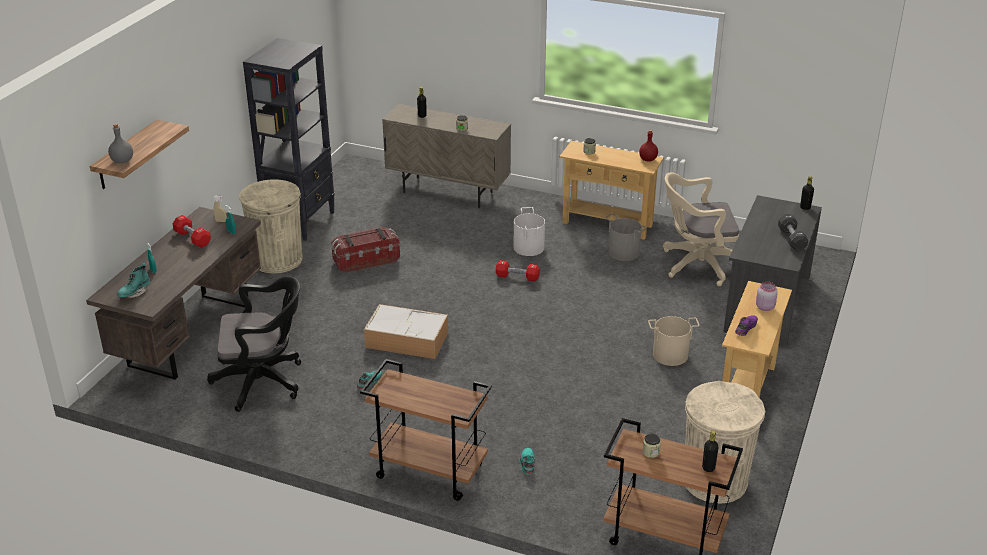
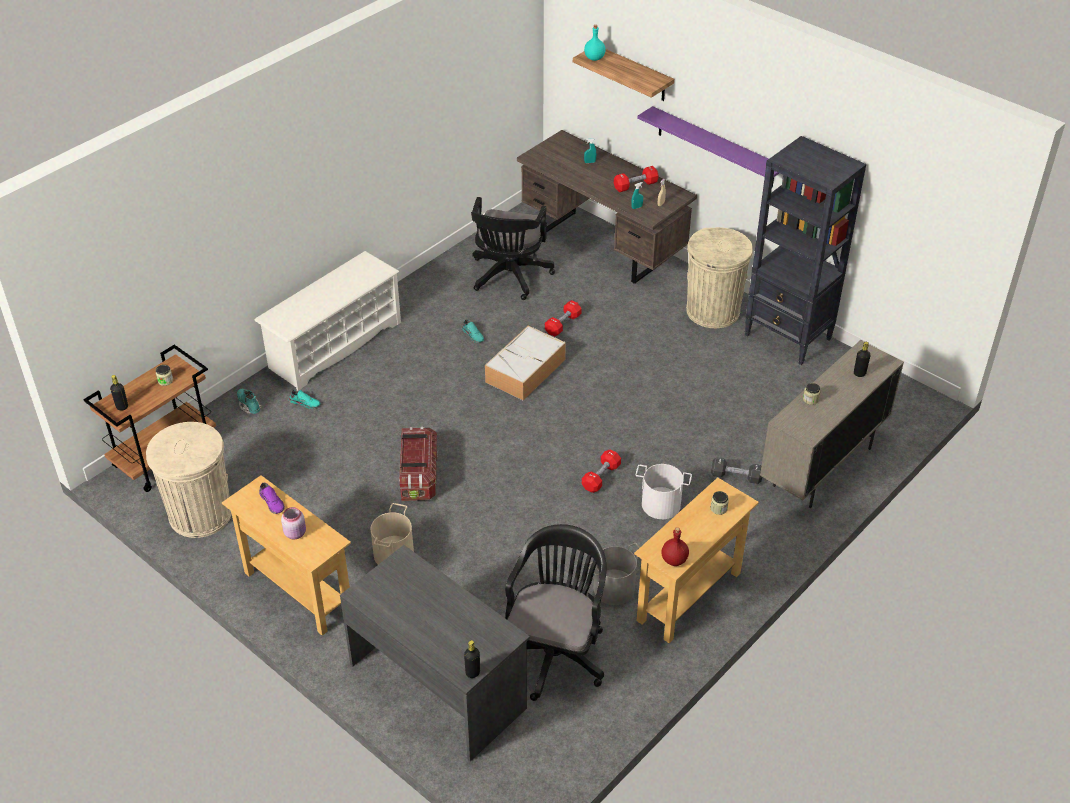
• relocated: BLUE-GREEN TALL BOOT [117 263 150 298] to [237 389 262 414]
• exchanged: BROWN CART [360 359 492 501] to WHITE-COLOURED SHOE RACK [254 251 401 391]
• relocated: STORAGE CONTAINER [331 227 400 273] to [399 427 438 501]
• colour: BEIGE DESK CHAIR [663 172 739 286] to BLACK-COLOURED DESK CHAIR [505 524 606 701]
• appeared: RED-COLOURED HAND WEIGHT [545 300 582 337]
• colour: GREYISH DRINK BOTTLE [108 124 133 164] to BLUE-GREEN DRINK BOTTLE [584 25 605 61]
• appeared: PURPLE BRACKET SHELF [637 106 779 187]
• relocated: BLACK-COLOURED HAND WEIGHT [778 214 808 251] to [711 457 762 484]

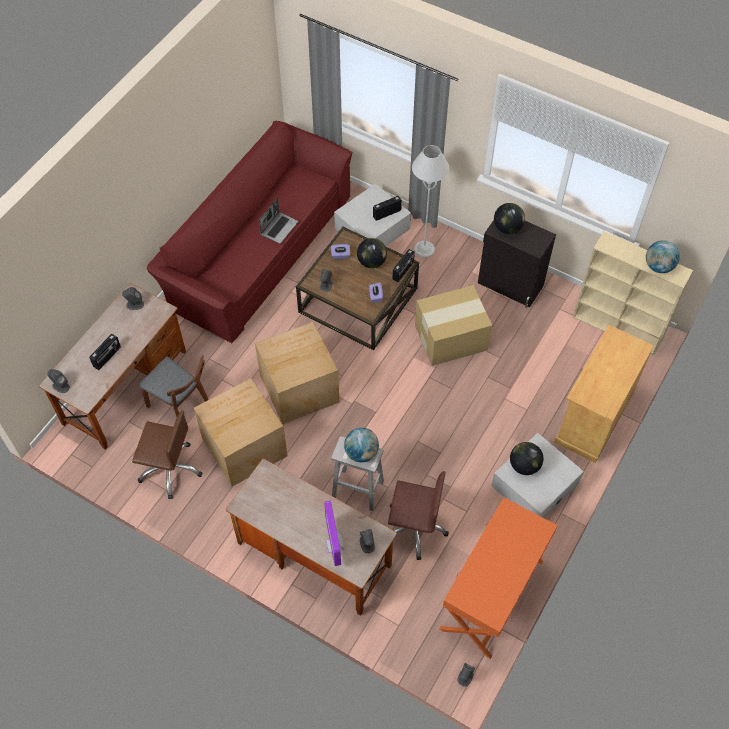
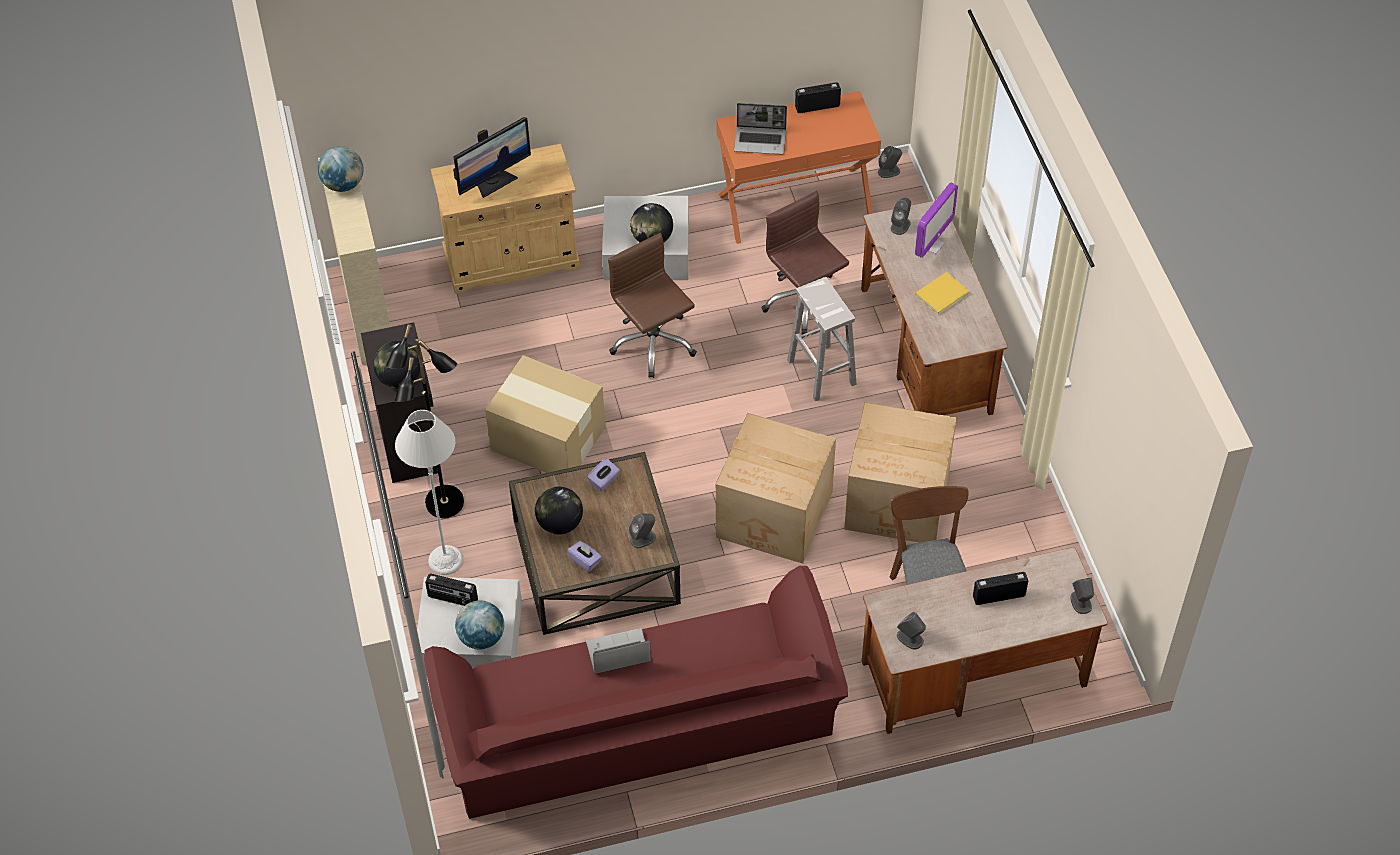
• appeared: BLACK-COLOURED STANDING LAMP [386 324 464 518]
• appeared: COMPUTER DISPLAY [453 117 531 198]
• relocated: GLOBE [344 428 379 462] to [455 600 504 649]
• relocated: BROWN DESK CHAIR [132 410 202 499] to [608 233 697 378]
• appeared: PORTABLE COMPUTER [734 103 787 155]
• relocated: RADIO SET [393 249 415 282] to [795 82 841 113]
• appeared: YELLOW BOOK [915 272 969 315]

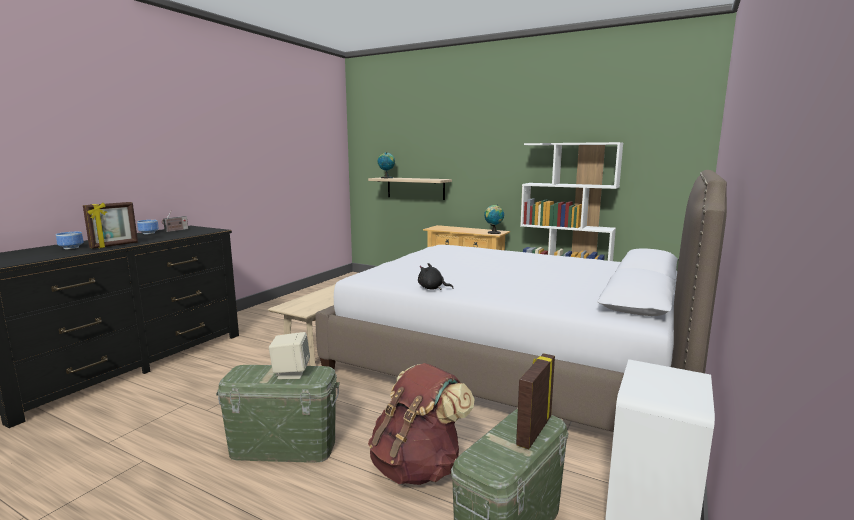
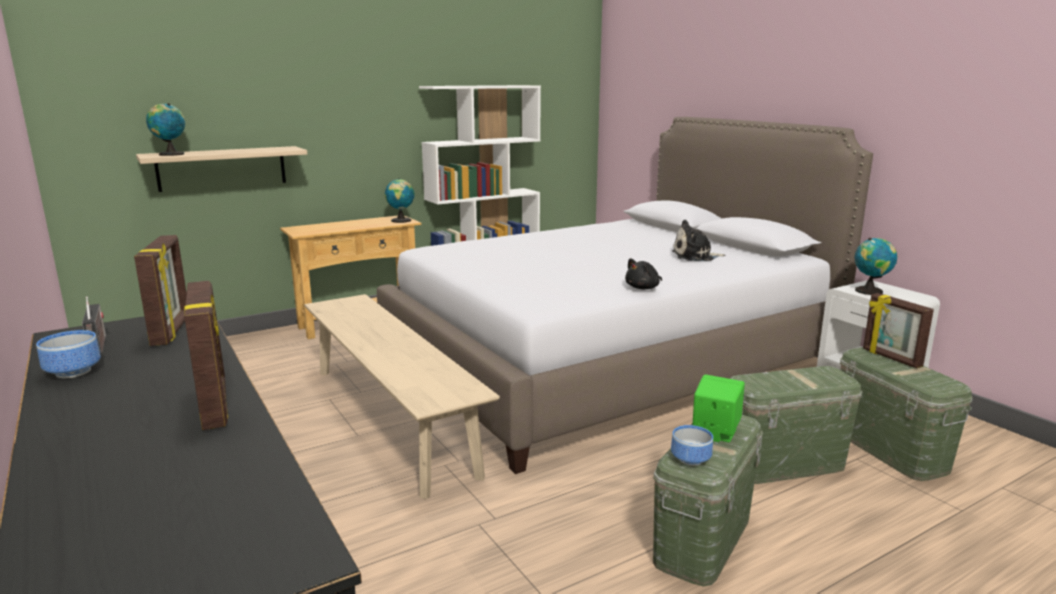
• appeared: PHOTO FRAME [134 235 187 346]
• relocated: BOWL [56 232 83 249] to [671 425 713 466]
• appeared: CUDDLY TOY [672 220 725 261]
• colour: BEIGE AUDIO SPEAKER [269 332 310 379] to GREEN-COLOURED AUDIO SPEAKER [693 374 745 442]
• exchanged: BROWN KNAPSACK [368 363 475 485] to GREEN-COLOURED STORAGE CONTAINER [730 366 862 484]
• appeared: GLOBE [854 238 897 295]

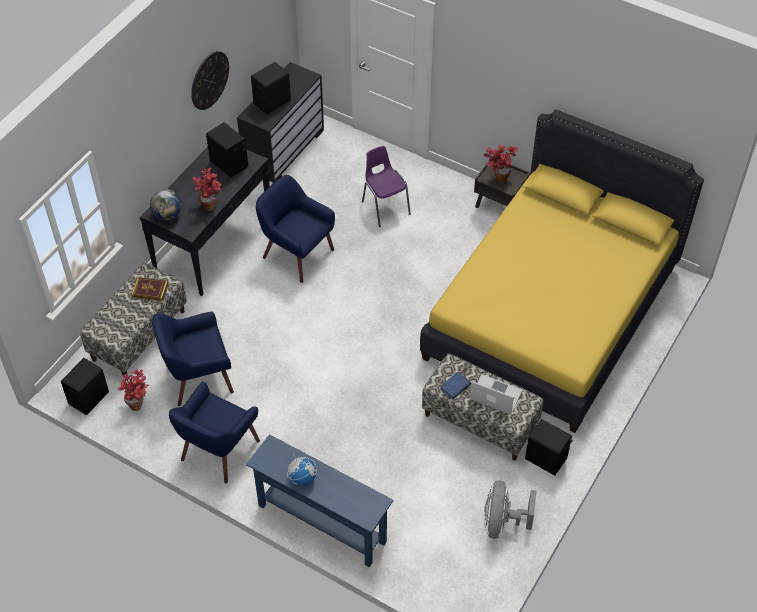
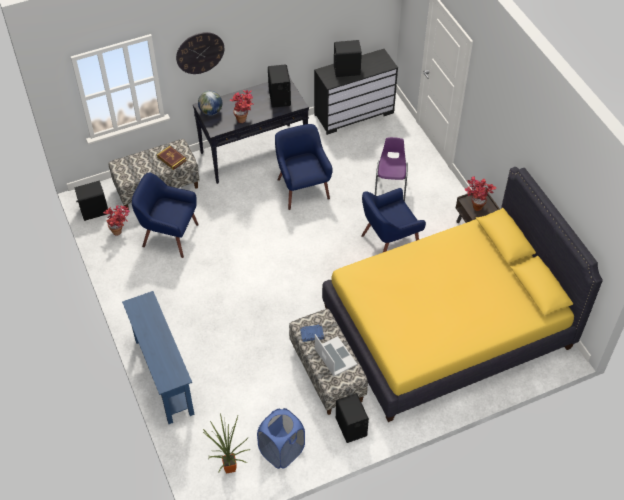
• relocated: HANGING CLOCK [191 51 229 110] to [176 32 224 74]
• appeared: PLANT IN A POT [203 413 251 473]
• exchanged: GREYISH FAN [484 481 537 539] to BLUISH LAUNDRY BASKET [257 408 305 469]
• relocated: BLUISH LOUNGE CHAIR [169 381 260 483] to [361 188 426 252]
• missing: GLOBE [287 454 317 485]

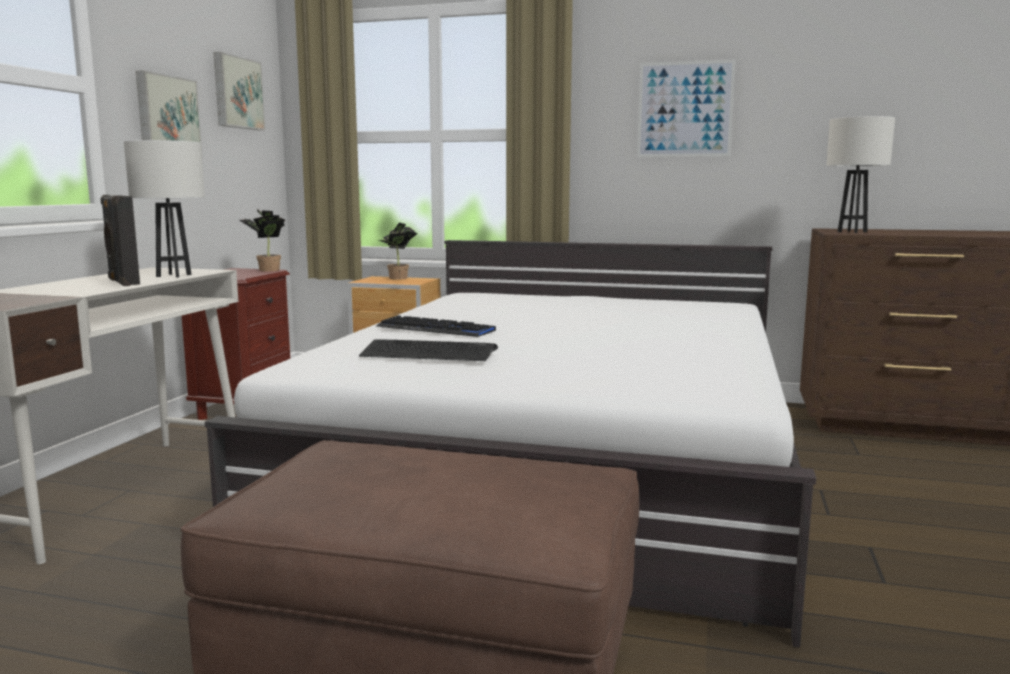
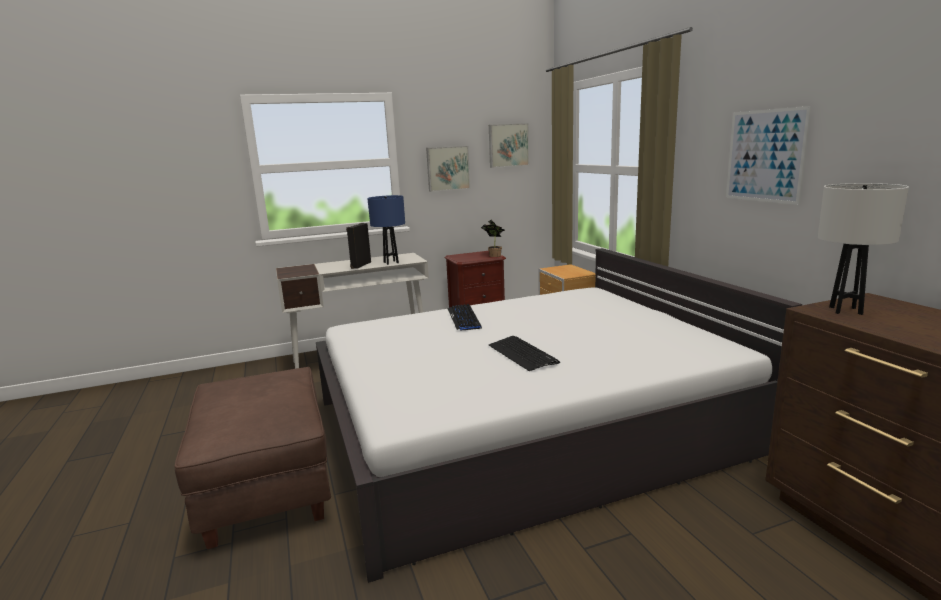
• colour: WHITE-COLOURED TABLE LAMP [124 140 205 278] to BLUISH TABLE LAMP [367 195 405 265]
• relocated: KEYBOARD [359 339 498 361] to [489 336 560 371]
• missing: PLANT IN A POT [379 223 418 279]

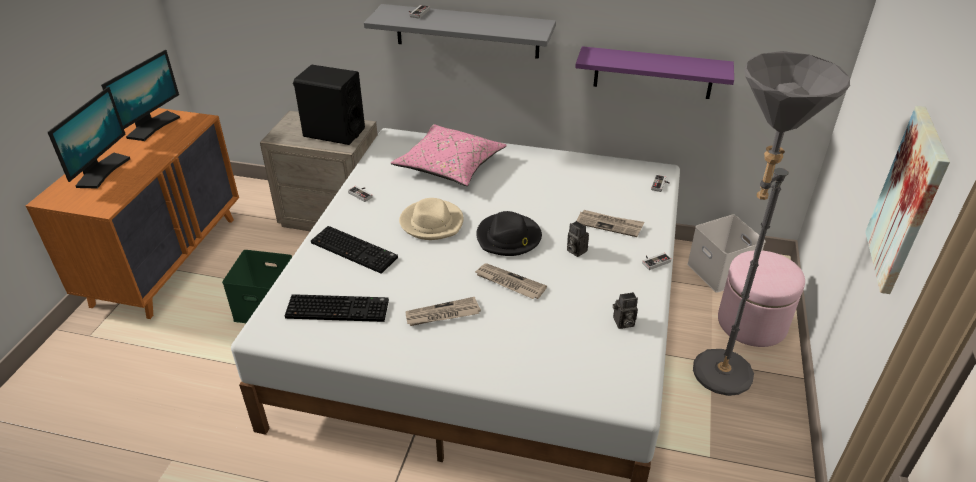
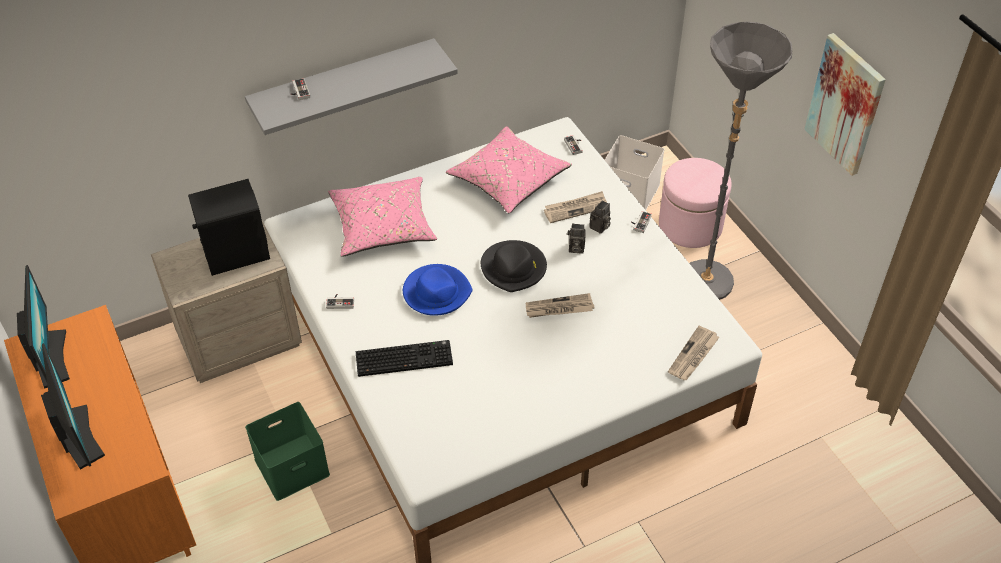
• colour: BEIGE WEARABLE HAT [399 198 464 240] to BLUISH WEARABLE HAT [403 264 473 316]
• appeared: PINKISH CUSHION [446 126 572 213]
• relocated: PHOTO CAMERA [613 292 638 329] to [589 200 611 234]
• relocated: PRINTED PAPER [406 297 481 326] to [668 325 720 380]
• missing: KEYBOARD [284 294 389 322]
• missing: PURPLE BRACKET SHELF [575 46 734 99]

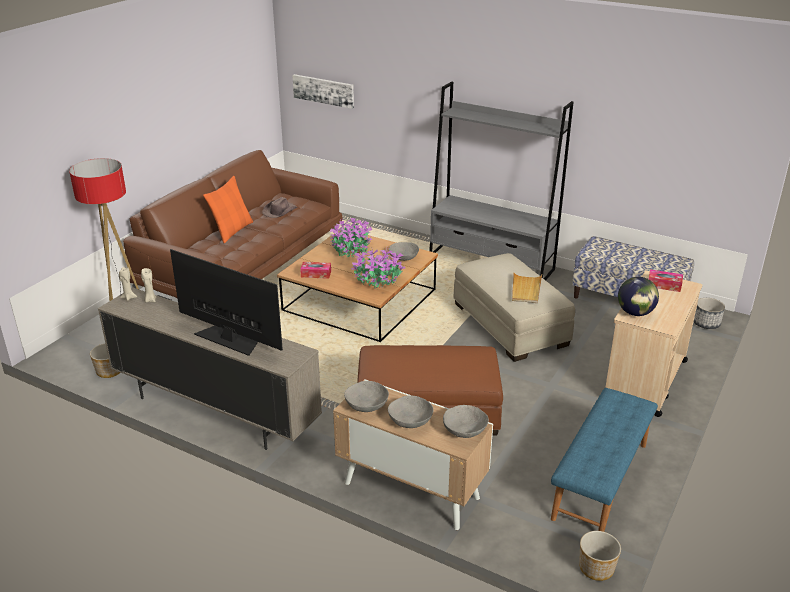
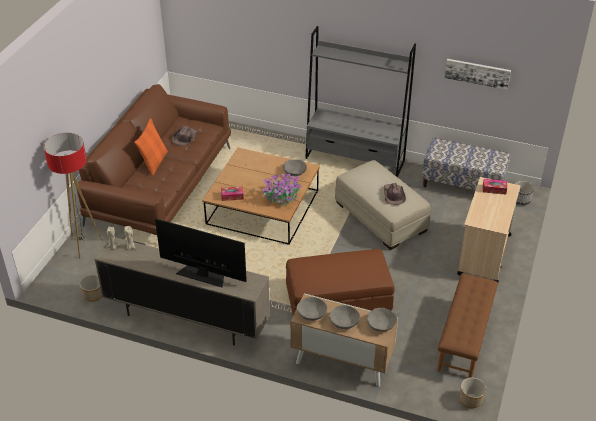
• exchanged: BEIGE TRAY [512 273 542 303] to BROWN WEARABLE HAT [384 183 406 205]
• colour: BLUISH LONG SEAT [551 388 658 532] to BROWN LONG SEAT [437 273 498 378]
• relocated: WALL ART [292 74 354 109] to [445 59 511 90]
• missing: PLANT IN A POT [330 218 372 258]
• missing: GLOBE [618 277 659 316]

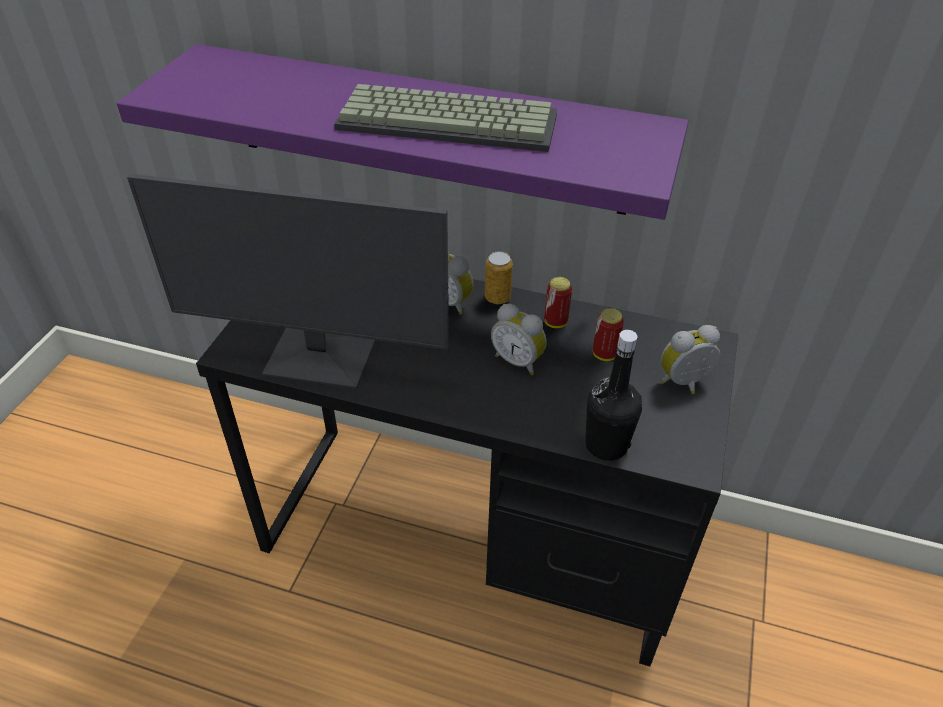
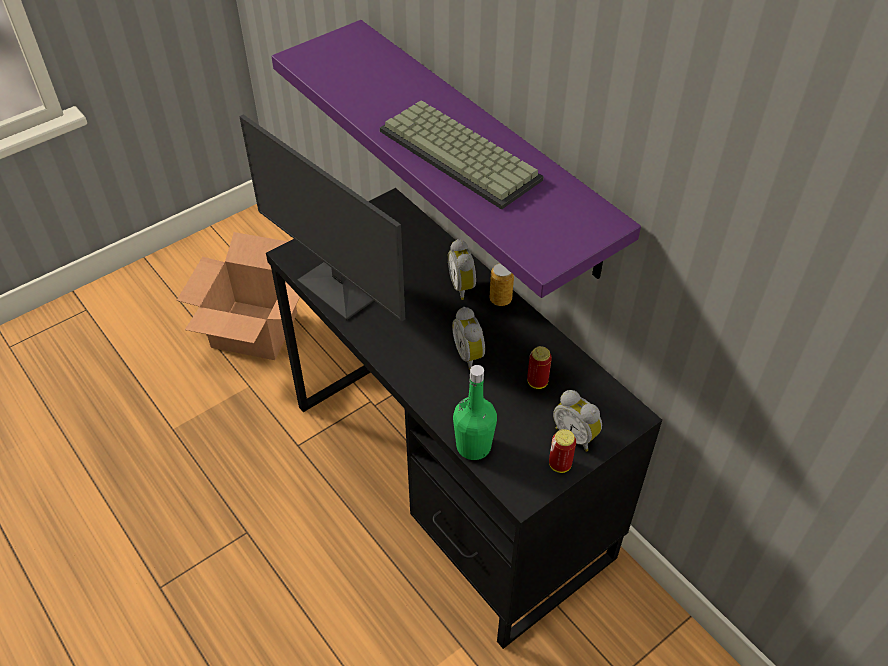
• appeared: PACKING BOX [177 232 300 360]
• colour: BLACK-COLOURED DRINK BOTTLE [585 330 642 461] to GREEN-COLOURED DRINK BOTTLE [453 365 497 460]
• relocated: CAN [544 277 572 328] to [549 429 576 473]
• spun: ALARM CLOCK [660 325 720 394] = [553 390 602 452] 150 degrees counterclockwise

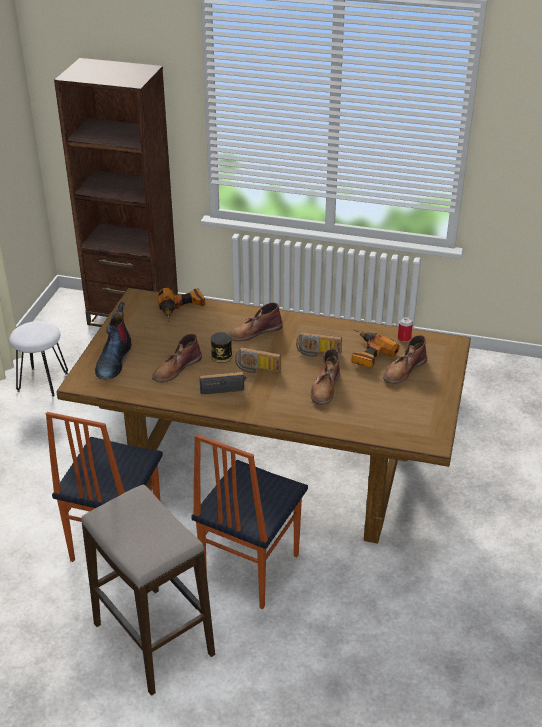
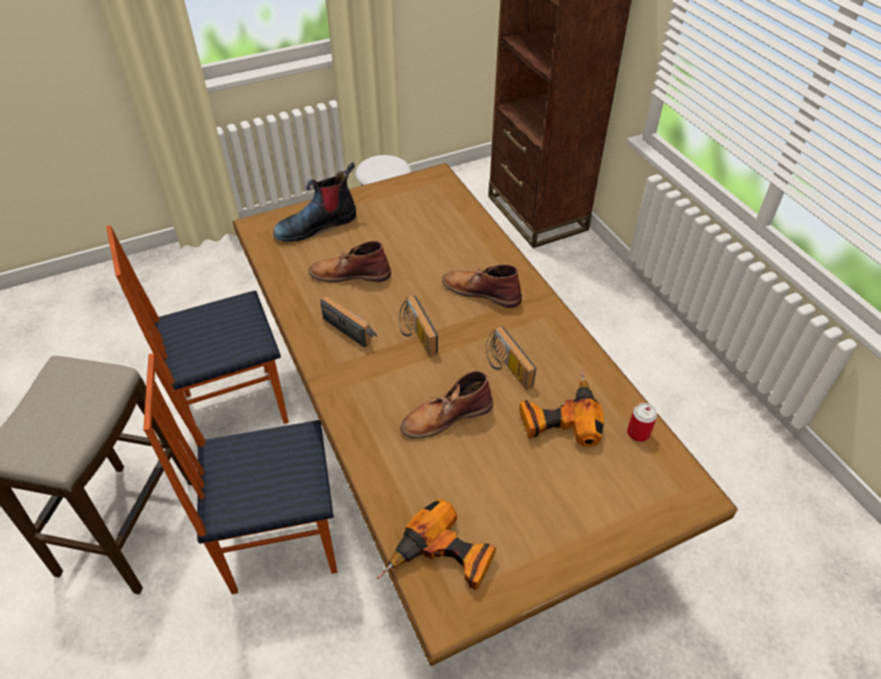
• relocated: DRILL [158 288 205 322] to [377 499 496 590]
• missing: CAN [211 332 232 363]
• missing: BROWN TALL BOOT [383 335 427 384]

